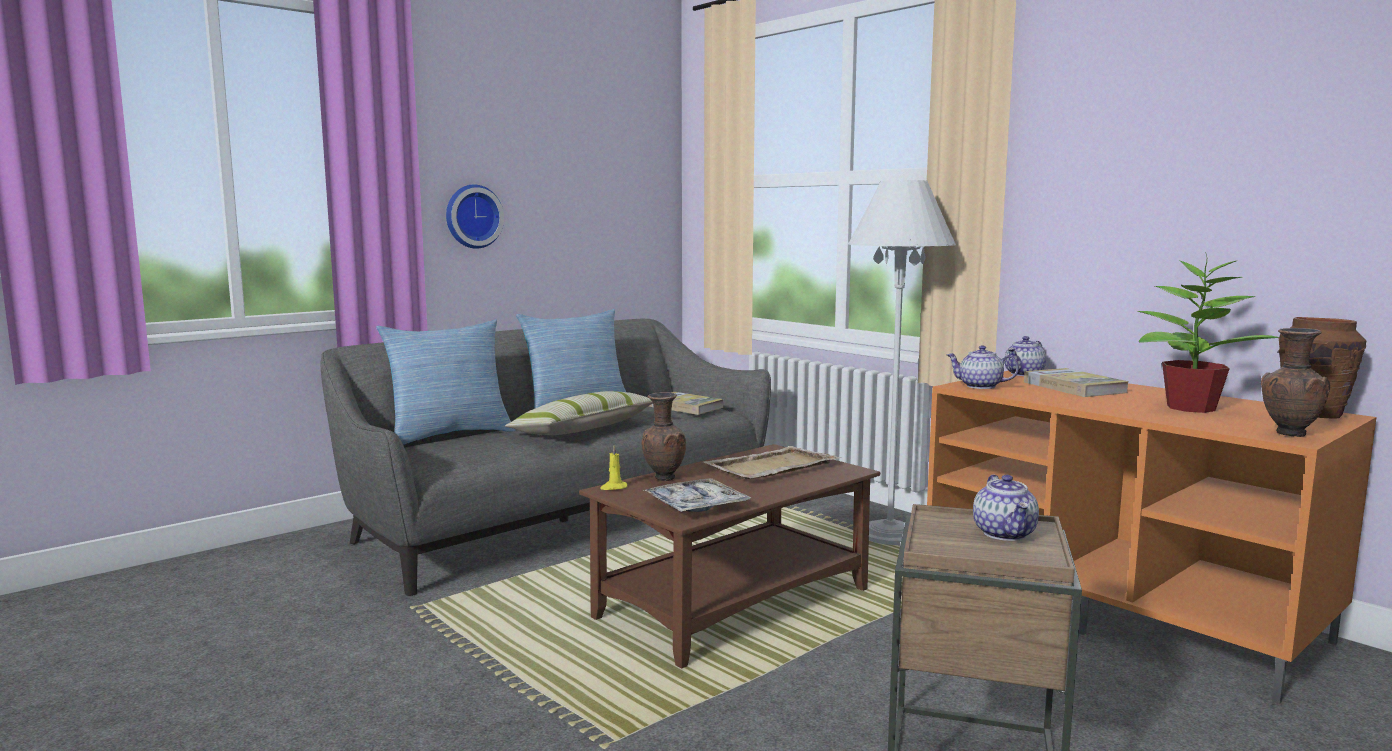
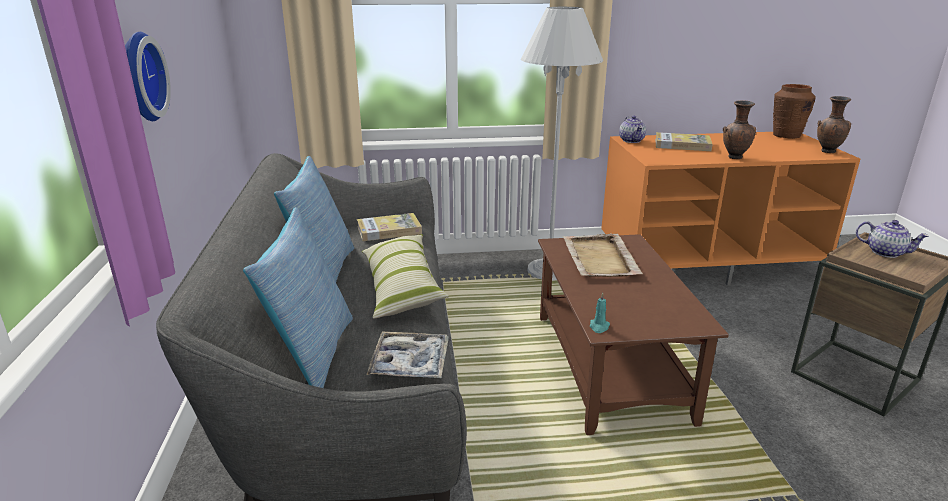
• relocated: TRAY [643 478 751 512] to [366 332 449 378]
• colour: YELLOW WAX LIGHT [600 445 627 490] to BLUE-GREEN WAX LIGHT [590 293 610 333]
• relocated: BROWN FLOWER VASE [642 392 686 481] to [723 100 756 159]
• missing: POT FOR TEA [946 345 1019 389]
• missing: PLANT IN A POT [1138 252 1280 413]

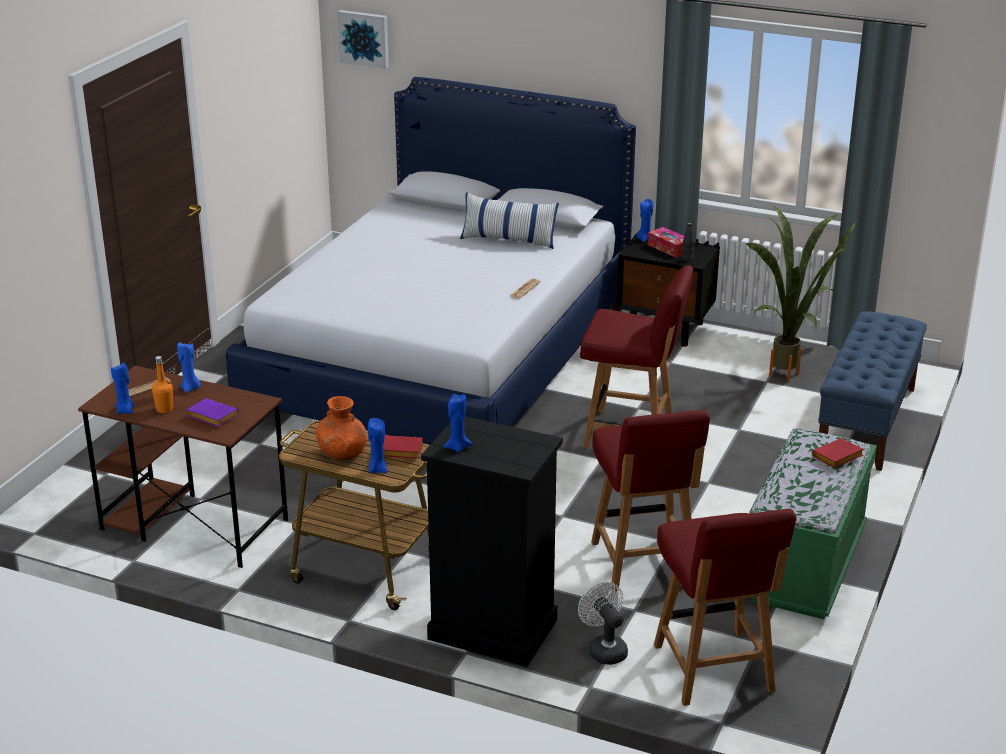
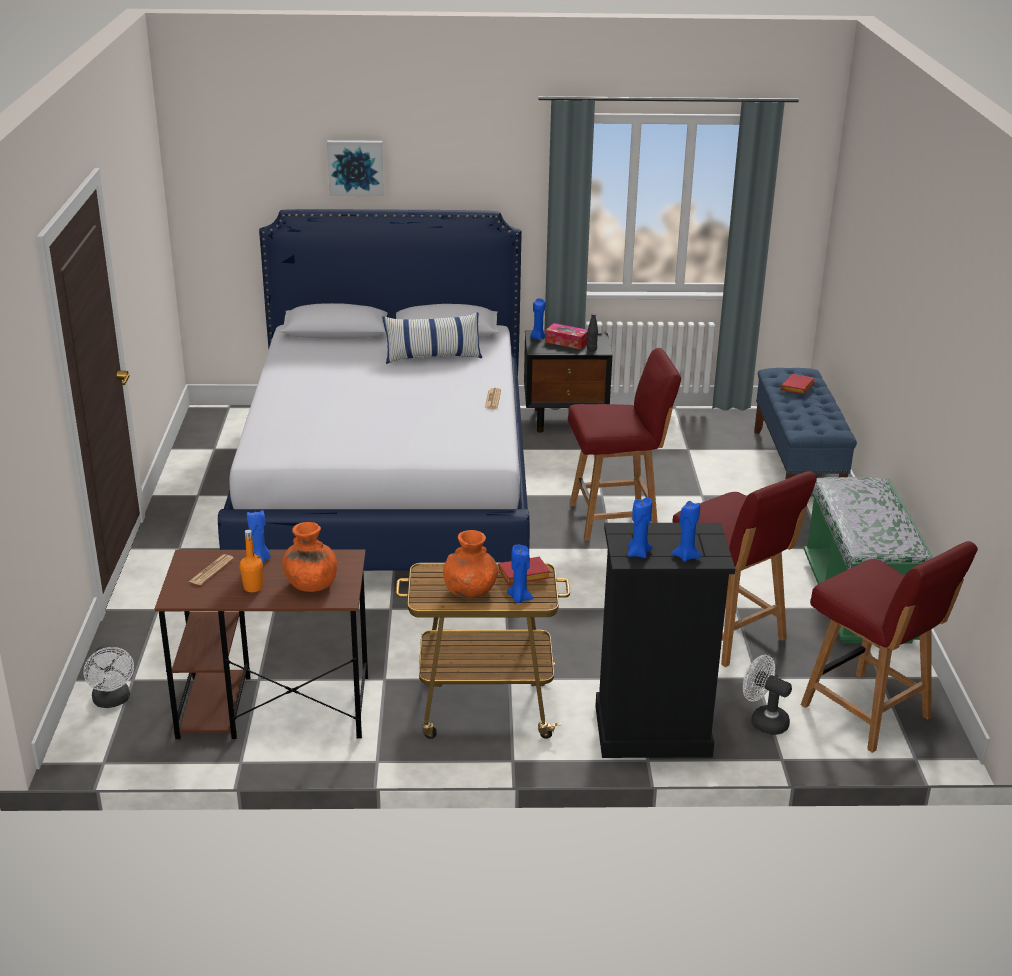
• appeared: WHITE-COLOURED FAN [83 646 134 708]
• exchanged: PURPLE BOOK [186 398 239 427] to ORANGEY FLOWER VASE [282 522 337 592]
• relocated: WALL ART [338 10 389 69] to [327 140 384 196]
• relocated: BLUISH WAX LIGHT [111 363 134 414] to [671 501 702 562]
• relocated: RED-COLOURED BOOK [812 438 864 468] to [780 374 815 394]
• missing: PLANT IN A POT [746 205 859 382]

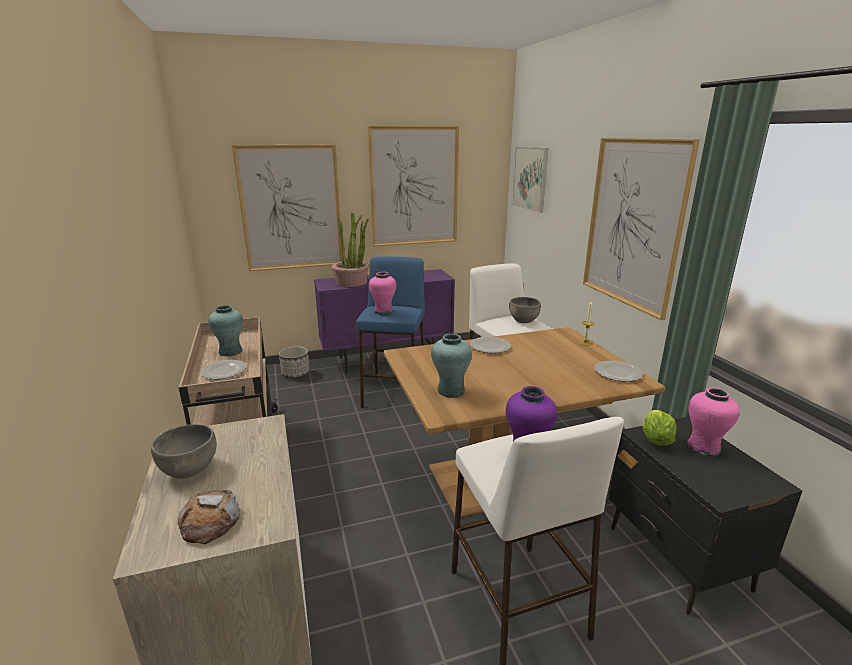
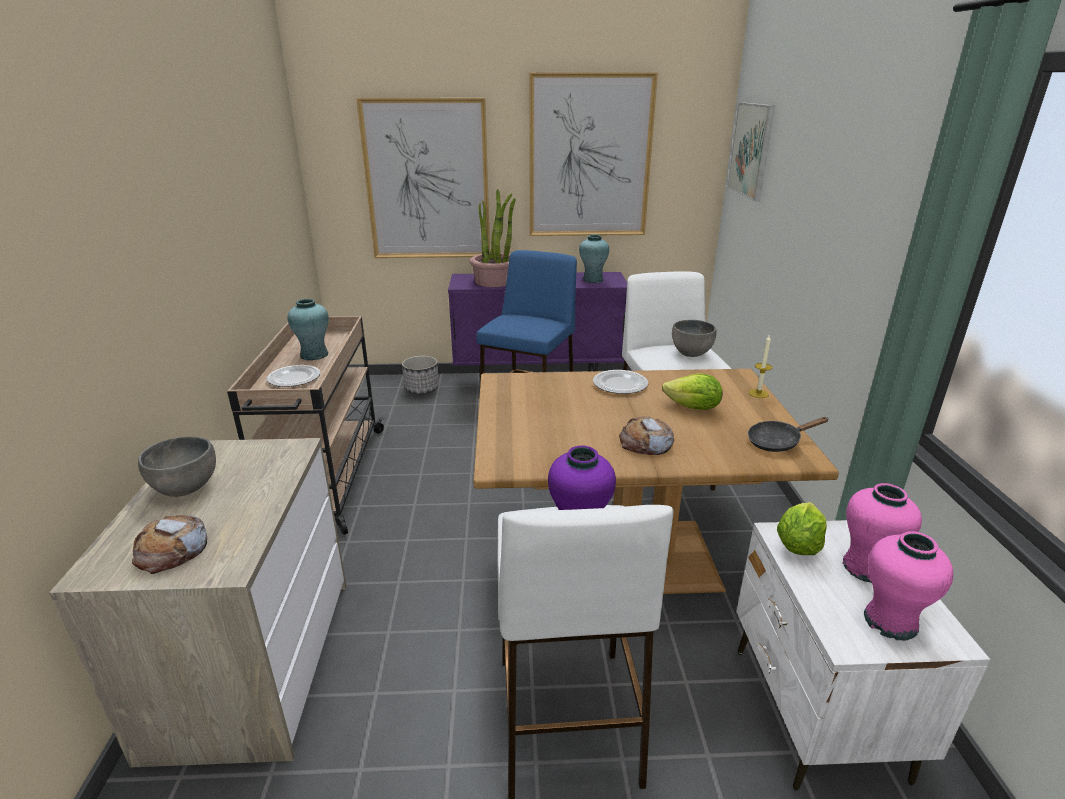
• relocated: BLUE-GREEN FLOWER VASE [431 334 472 398] to [579 234 609 283]
• appeared: BAKED BREAD [619 417 674 455]
• appeared: HEAD OF LETTUCE [662 373 723 410]
• colour: BLACK-COLOURED NIGHT TABLE [609 416 802 615] to WHITE-COLOURED NIGHT TABLE [736 520 990 791]
• exchanged: FLAT DISH [594 361 643 382] to BLACK-COLOURED PAN [748 417 829 452]
• relocated: PINKISH FLOWER VASE [369 272 396 315] to [864 531 953 641]
• missing: WALL ART [583 138 700 320]

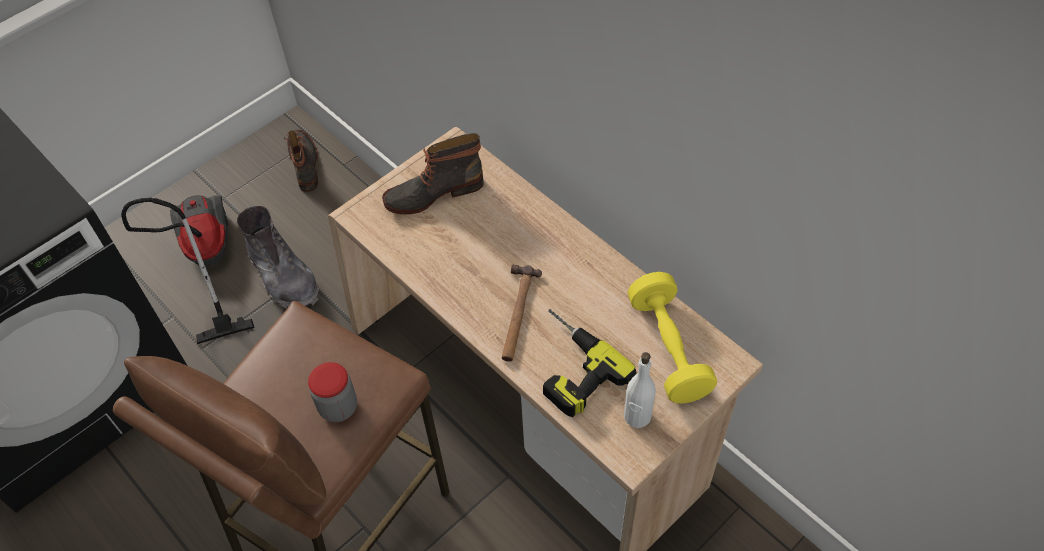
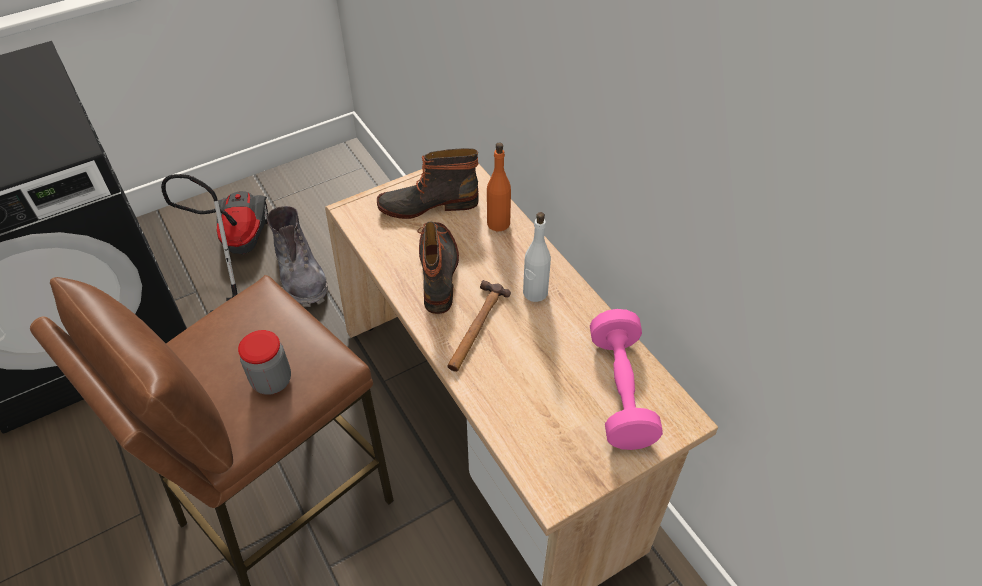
• relocated: TALL BOOT [284 130 318 192] to [418 222 459 314]
• appeared: ORANGEY DRINK BOTTLE [487 142 511 231]
• relocated: WHITE-COLOURED DRINK BOTTLE [624 352 656 428] to [523 212 551 302]
• colour: YELLOW HAND WEIGHT [627 272 717 404] to PINKISH HAND WEIGHT [590 309 663 450]
• missing: DRILL [543 309 637 417]

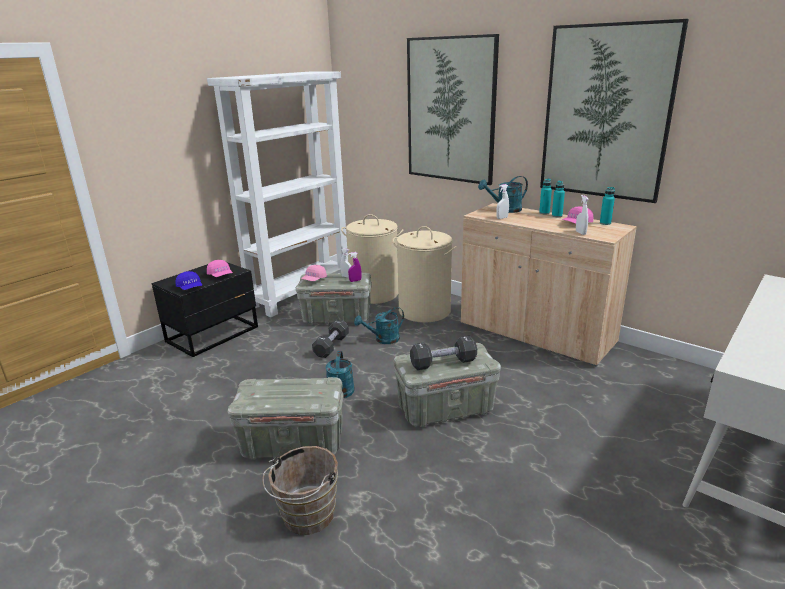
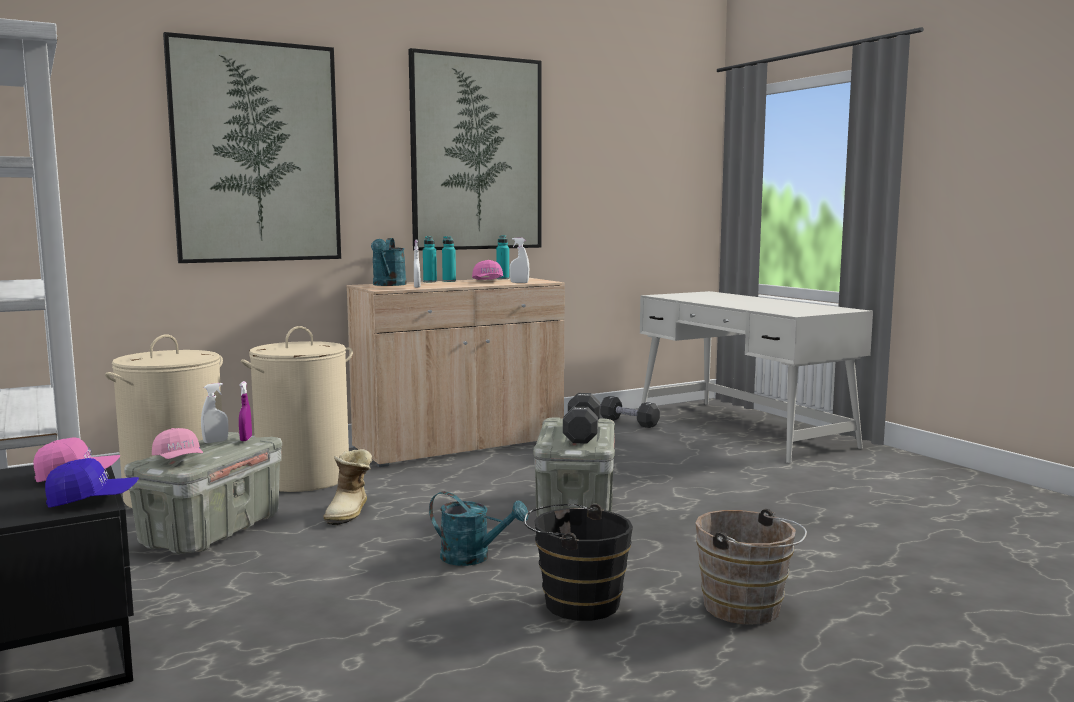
• exchanged: BLUE-GREEN WATERING POT [354 307 404 344] to TALL BOOT [323 449 373 525]
• exchanged: GREYISH STORAGE CONTAINER [227 377 344 460] to BLACK-COLOURED BUCKET [524 504 633 621]
• relocated: BLACK-COLOURED HAND WEIGHT [312 320 349 358] to [600 396 660 428]

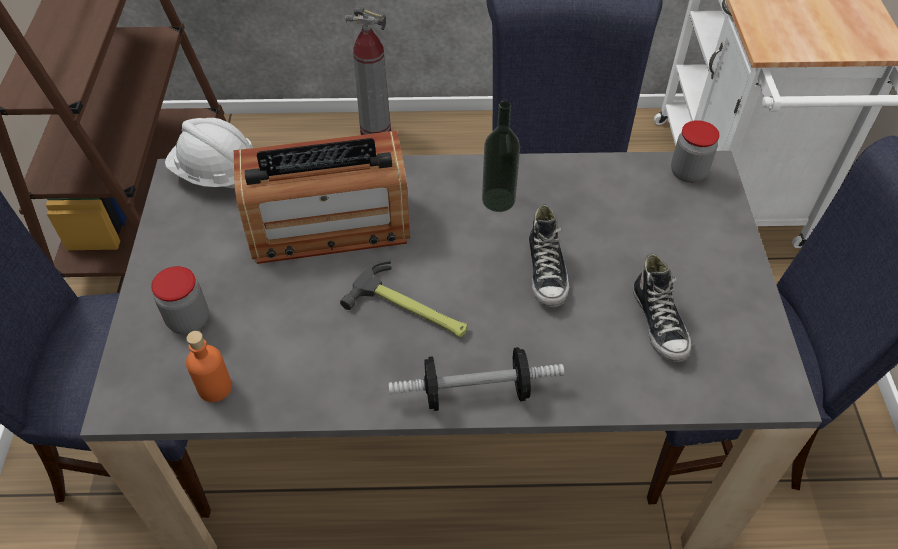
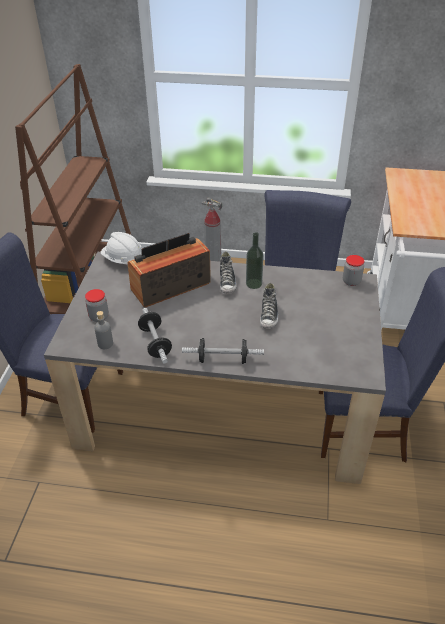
• colour: ORANGEY DRINK BOTTLE [186 331 232 402] to GREYISH DRINK BOTTLE [94 311 113 349]
• spun: RADIO SET [234 131 410 264] = [127 233 211 307] 150 degrees clockwise
• appeared: HAND WEIGHT [138 308 172 364]
• relocated: SHOE [633 254 691 362] to [220 251 237 294]
• missing: HAMMER [340 261 468 338]

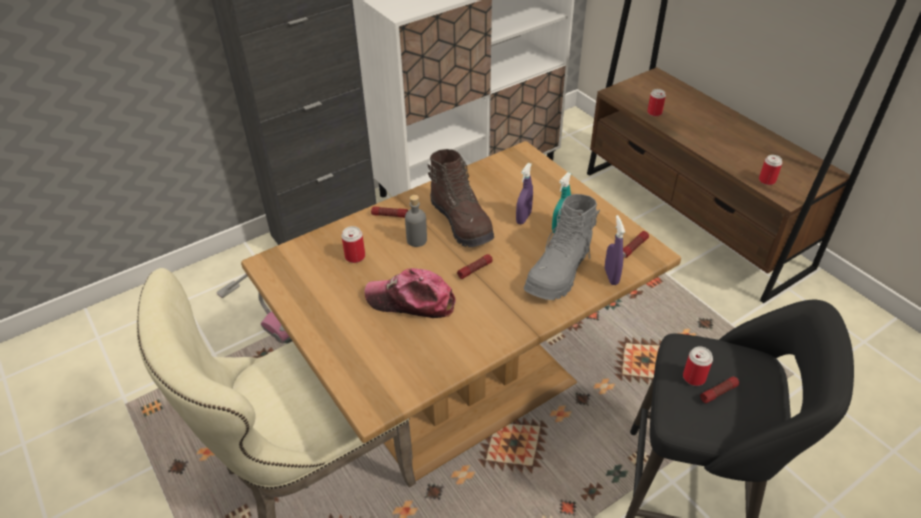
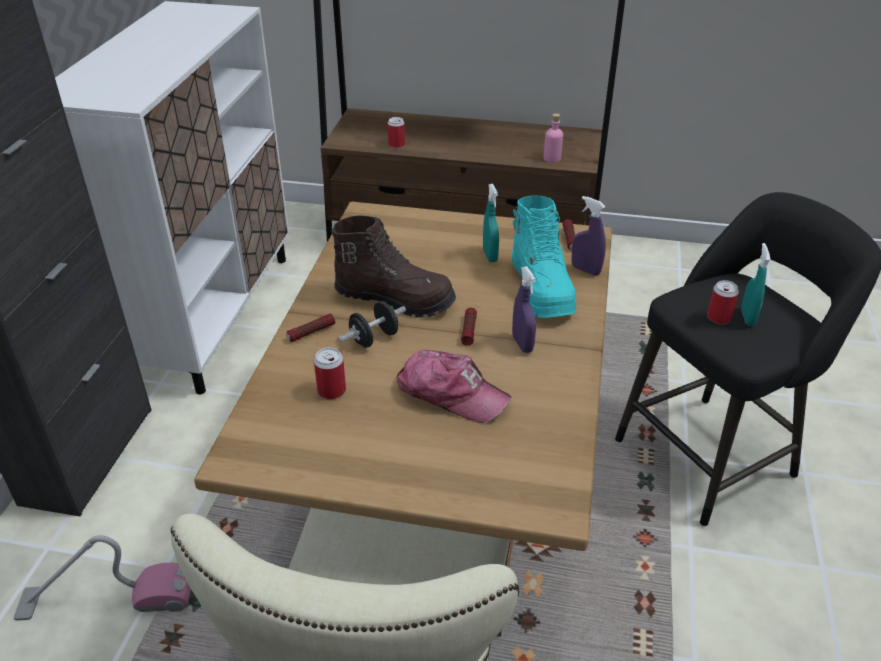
• exchanged: GREYISH DRINK BOTTLE [405 195 427 247] to BLACK-COLOURED HAND WEIGHT [339 301 406 348]
• spun: PEAKED CAP [365 268 456 318] = [397 350 511 423] 120 degrees counterclockwise
• colour: GREYISH TALL BOOT [524 194 600 300] to BLUE-GREEN TALL BOOT [512 195 576 318]
• relocated: PURPLE SPRAYER [516 163 533 224] to [512 266 536 353]
• exchanged: CAN [759 155 782 185] to PINKISH DRINK BOTTLE [543 113 563 163]
• exchanged: FLASHLIGHT [700 377 739 403] to BLUE-GREEN SPRAYER [741 243 771 326]

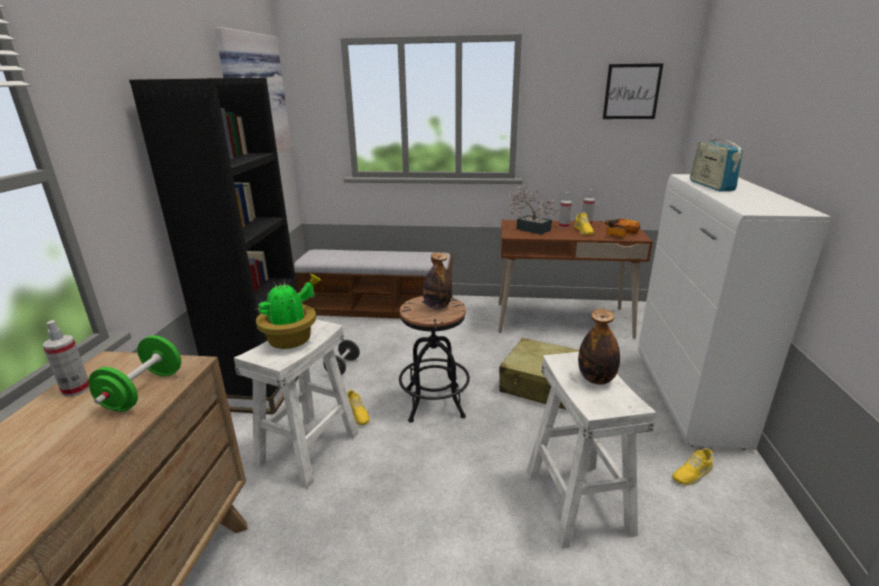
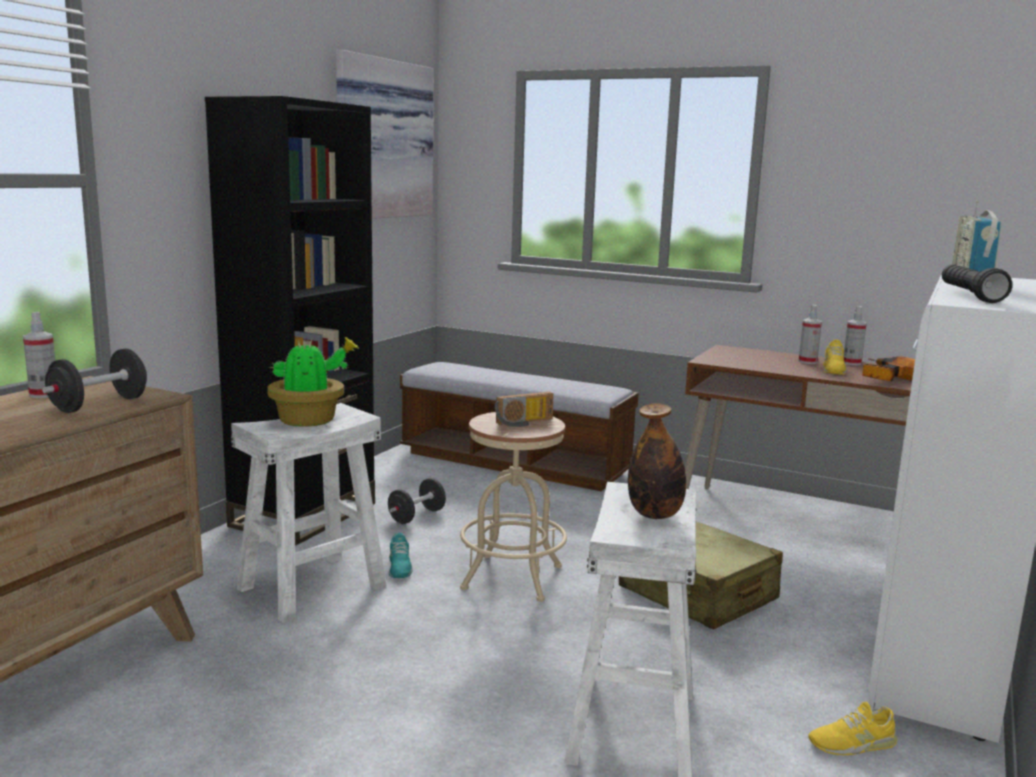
• colour: GREEN-COLOURED HAND WEIGHT [89 335 181 412] to BLACK-COLOURED HAND WEIGHT [42 349 147 413]
• colour: YELLOW SHOE [347 390 370 425] to BLUE-GREEN SHOE [389 533 413 578]
• colour: BLACK-COLOURED STOOL [399 296 470 422] to BEIGE STOOL [460 412 567 602]
• exchanged: DRINK BOTTLE [423 252 452 310] to RADIO SET [495 392 554 427]
• appeared: BLACK-COLOURED FLASHLIGHT [942 265 1012 303]
• missing: PLANT IN A POT [509 186 559 235]
• missing: WALL ART [603 63 664 119]

